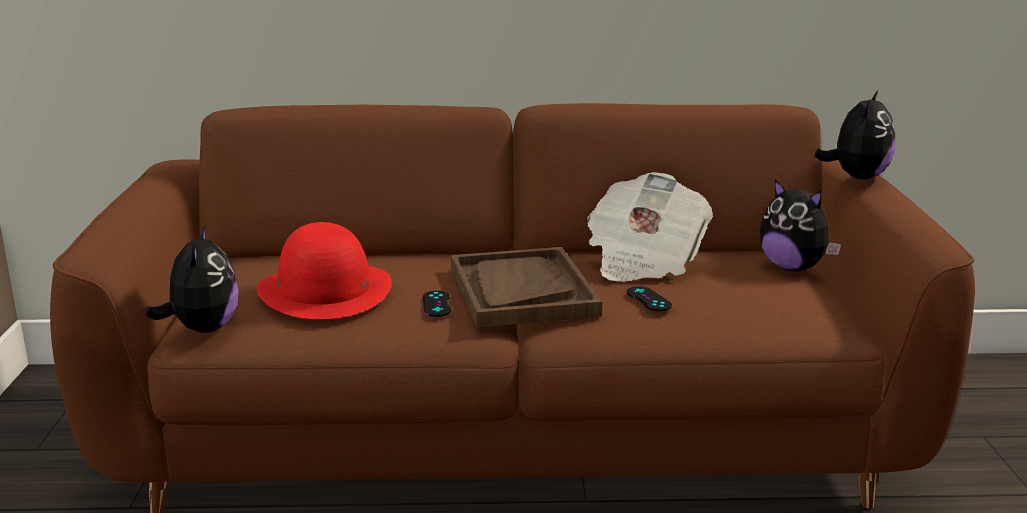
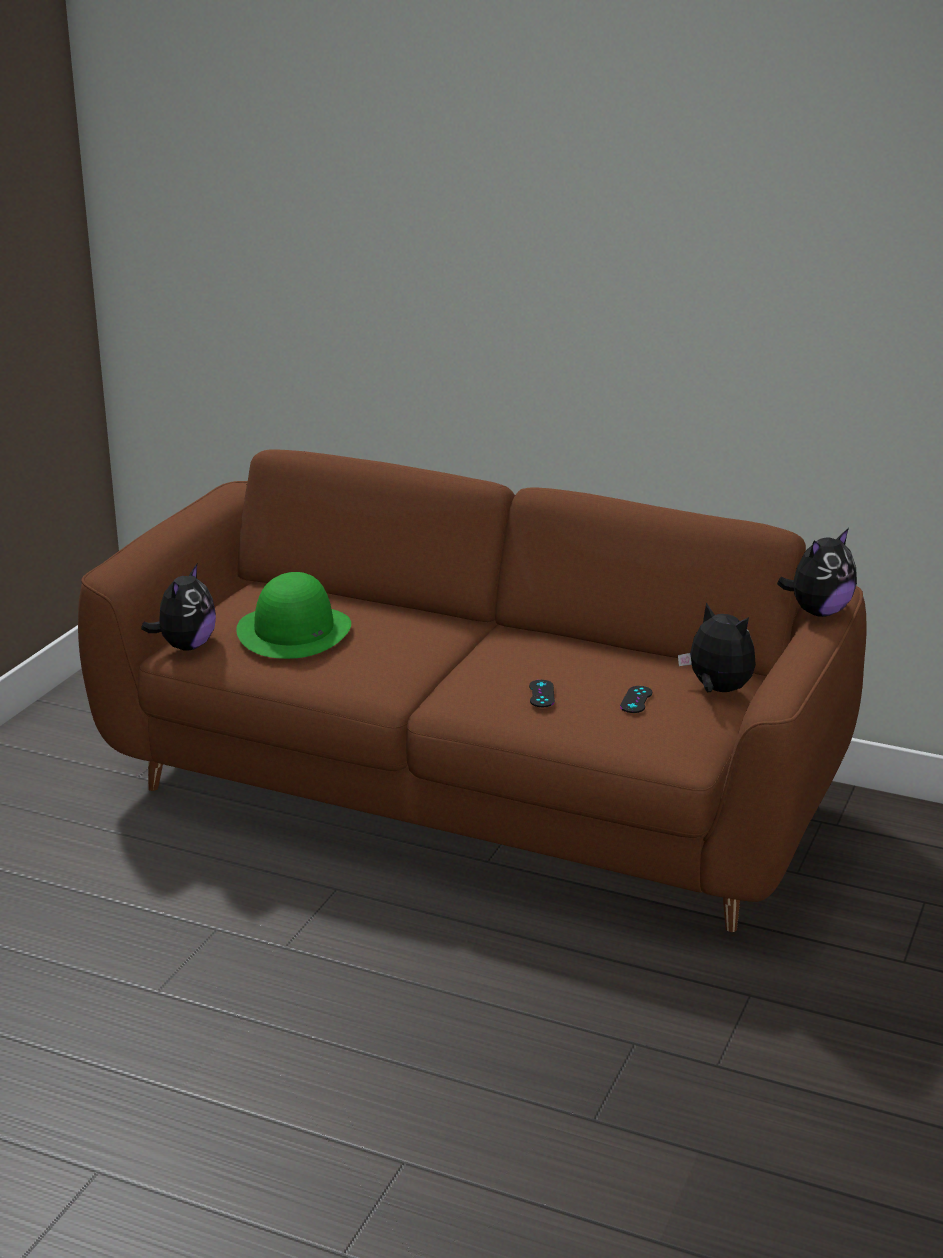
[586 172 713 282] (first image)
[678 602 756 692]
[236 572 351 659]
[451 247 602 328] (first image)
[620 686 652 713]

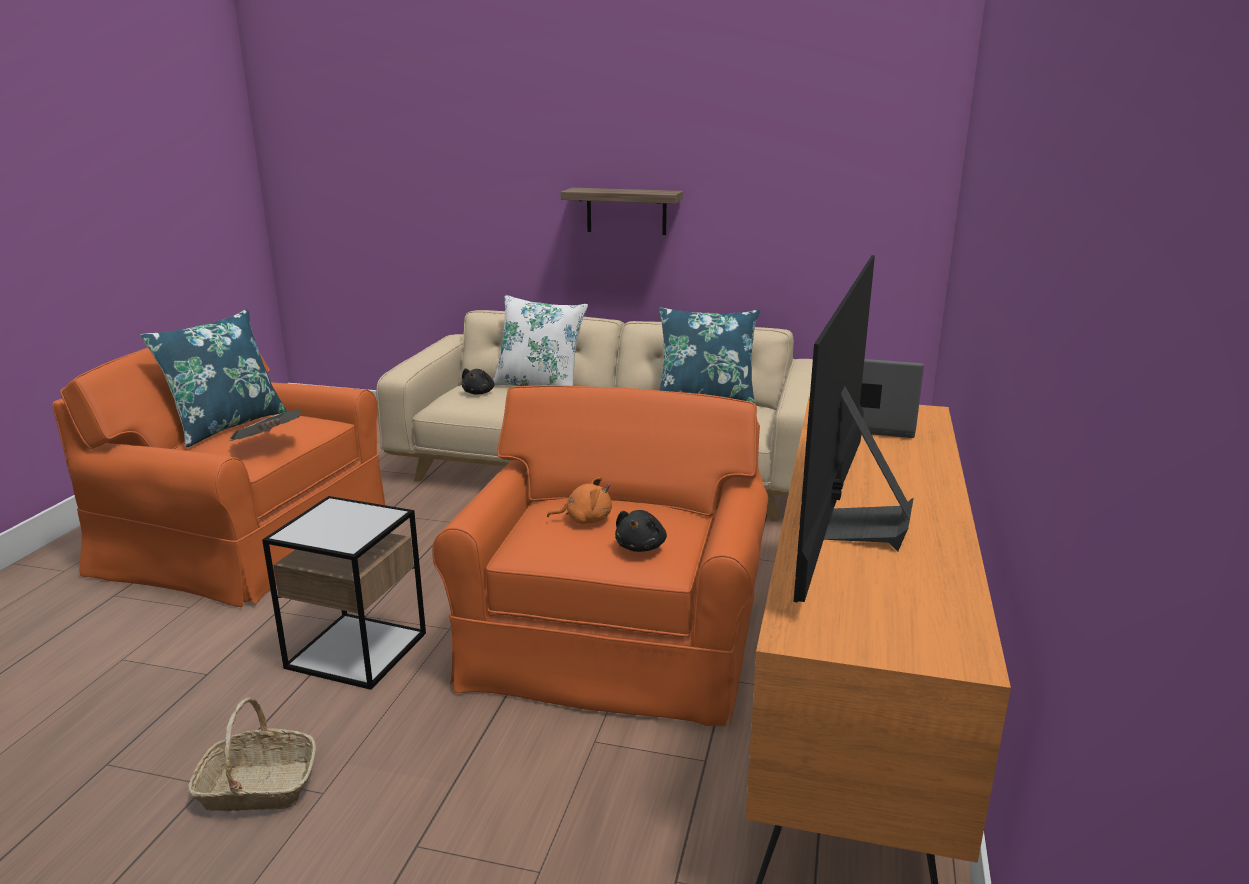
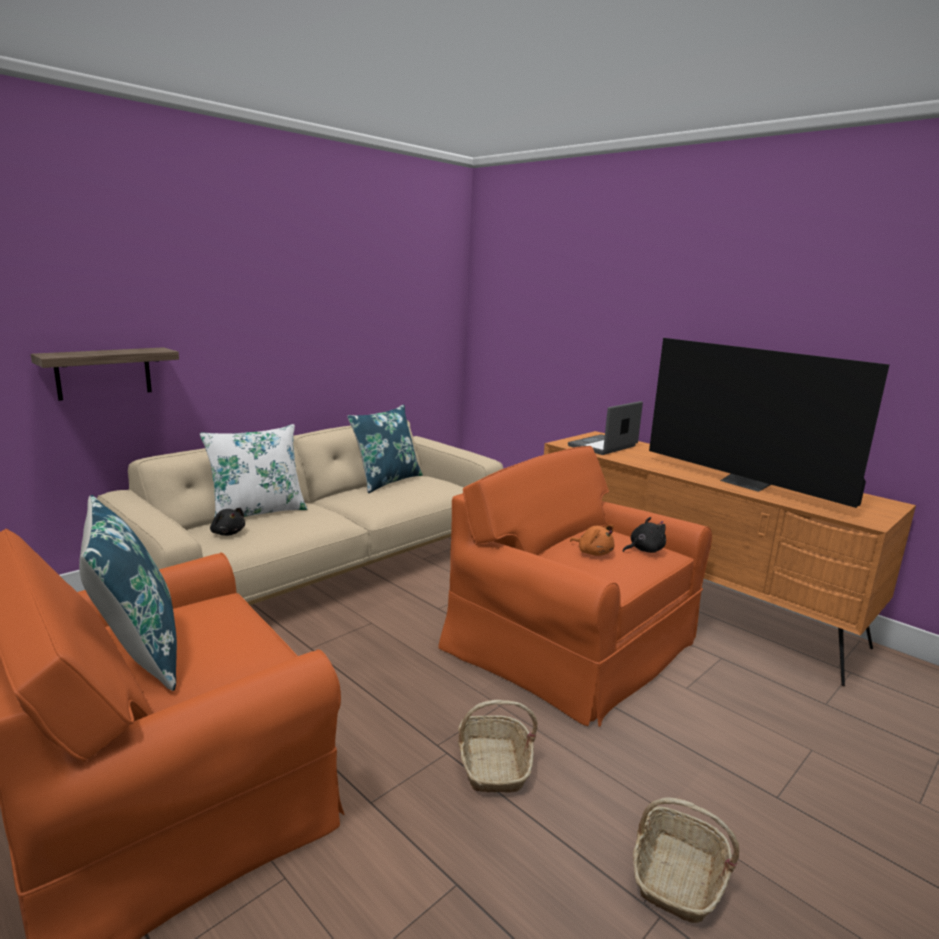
[31 347 179 401]
[230 410 302 441] (first image)
[570 525 615 556]
[458 700 538 793]
[623 517 666 553]

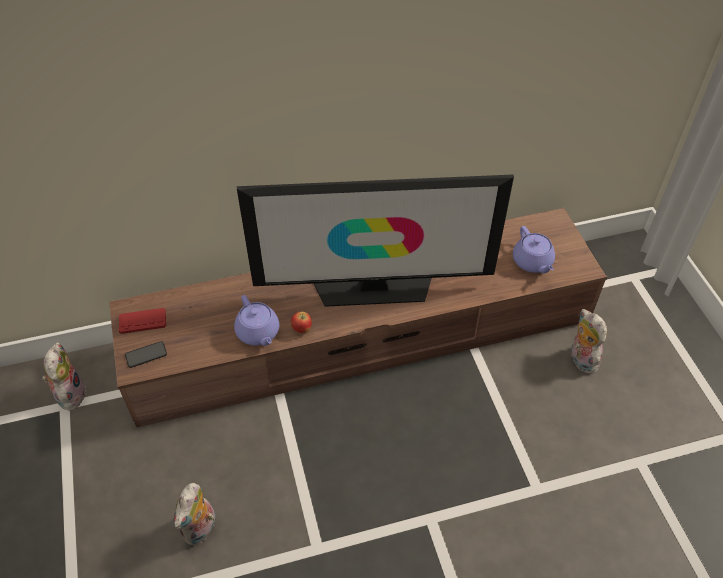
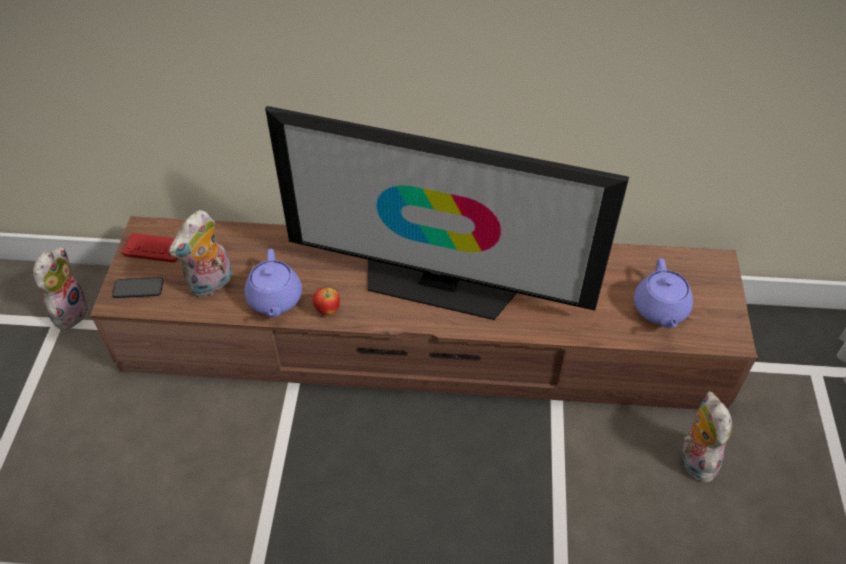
[169 210 232 297]

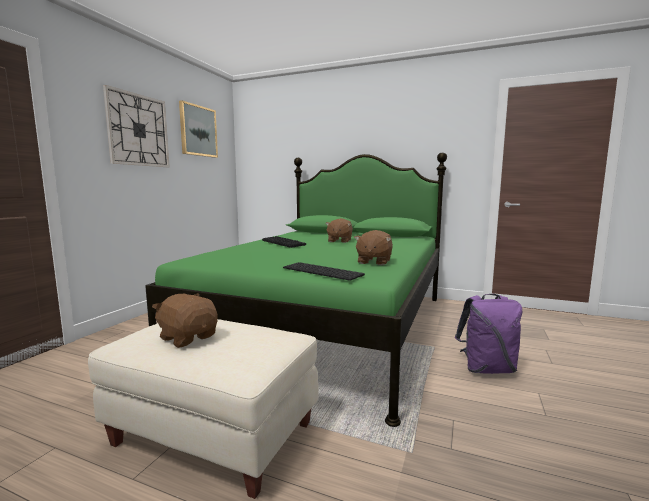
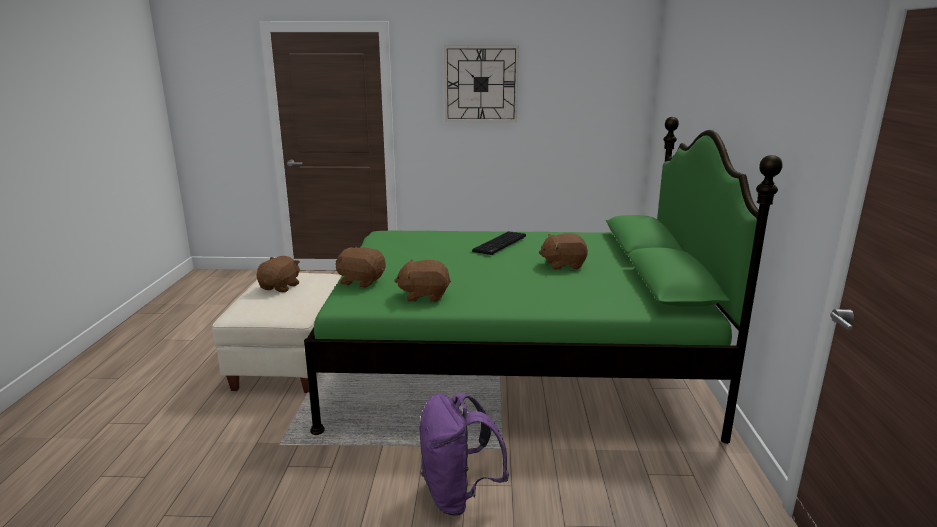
[179 100 218 158] (first image)
[335 247 386 288]

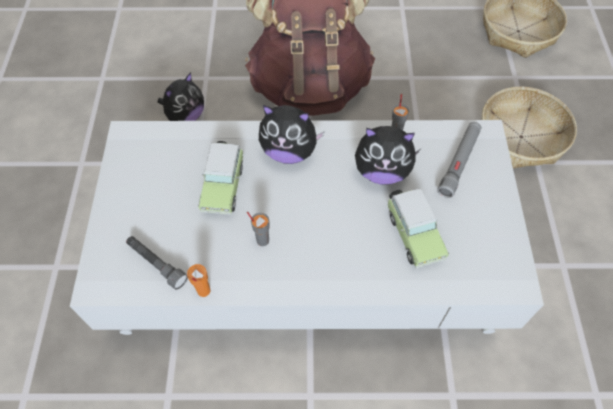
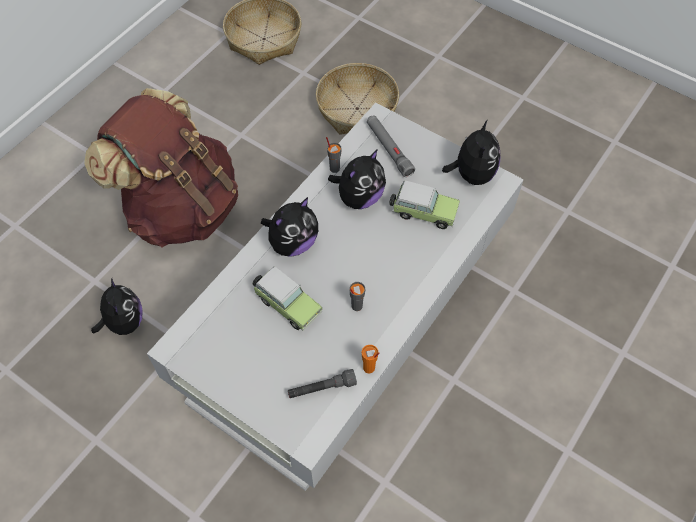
[442 121 501 185]

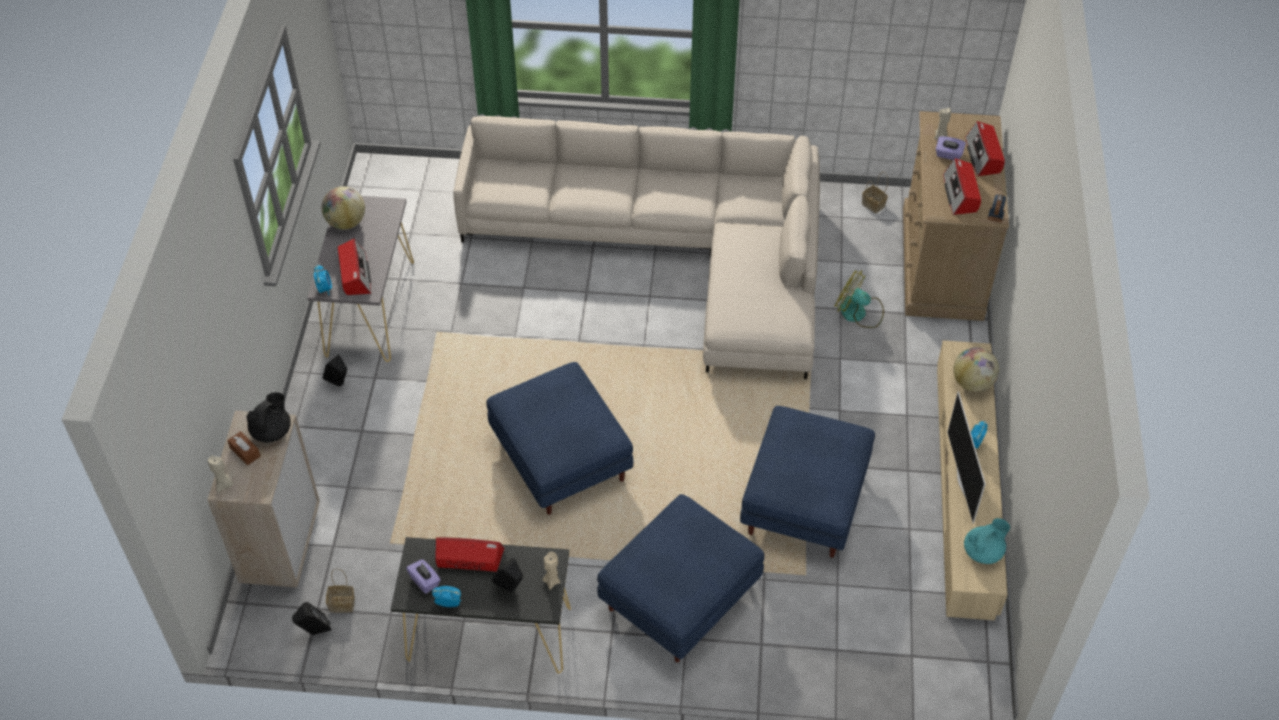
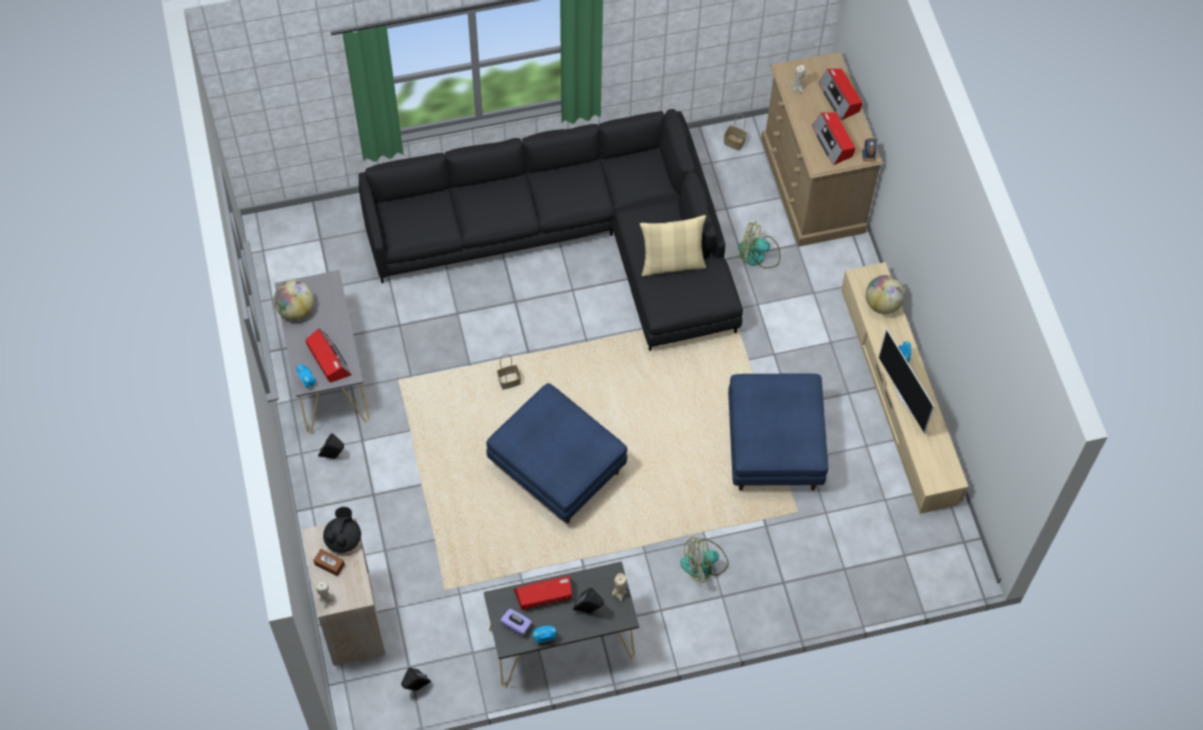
[358 109 743 351]
[936 136 966 160] (first image)
[680 537 729 583]
[964 518 1010 564] (first image)
[497 354 521 390]
[640 215 706 276]

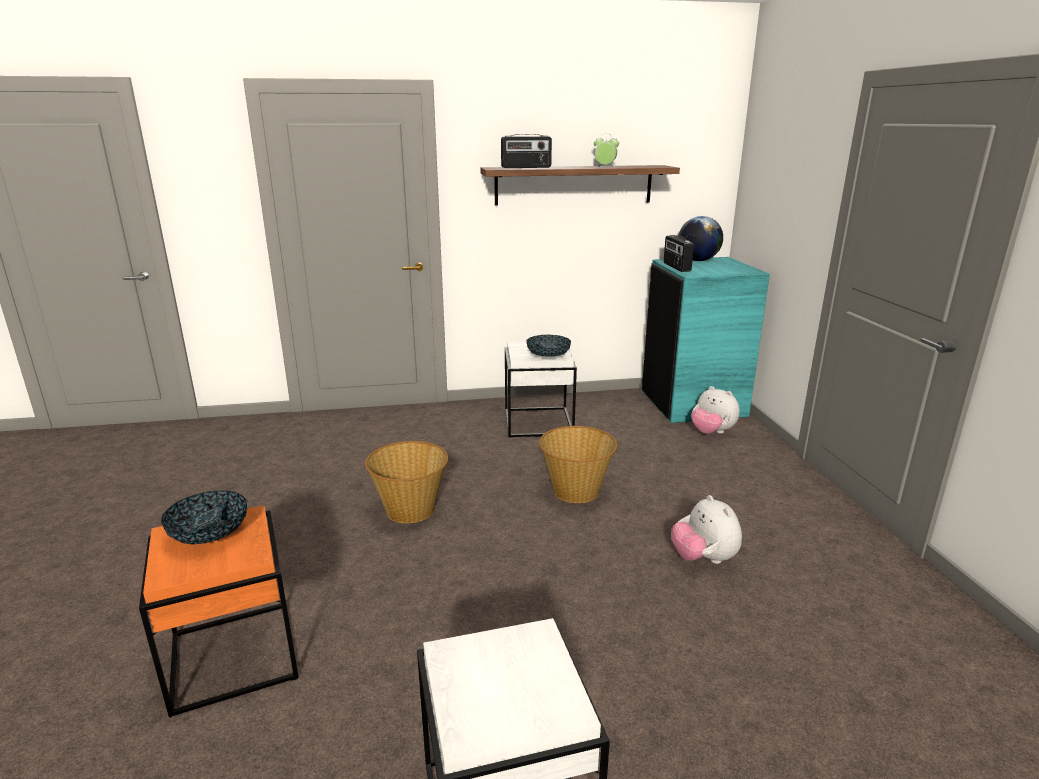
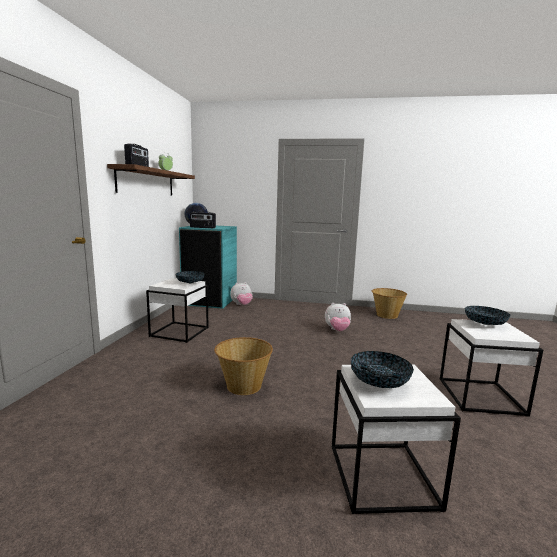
[372 288 407 319]
[332 365 461 514]
[465 306 510 325]

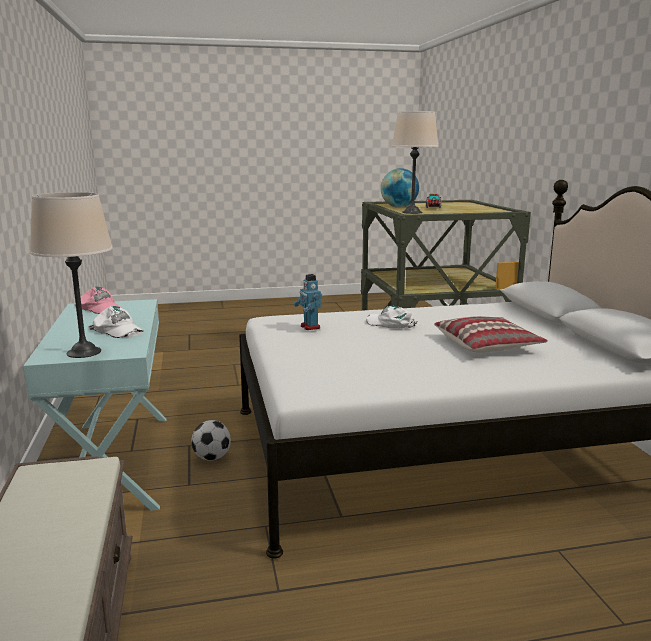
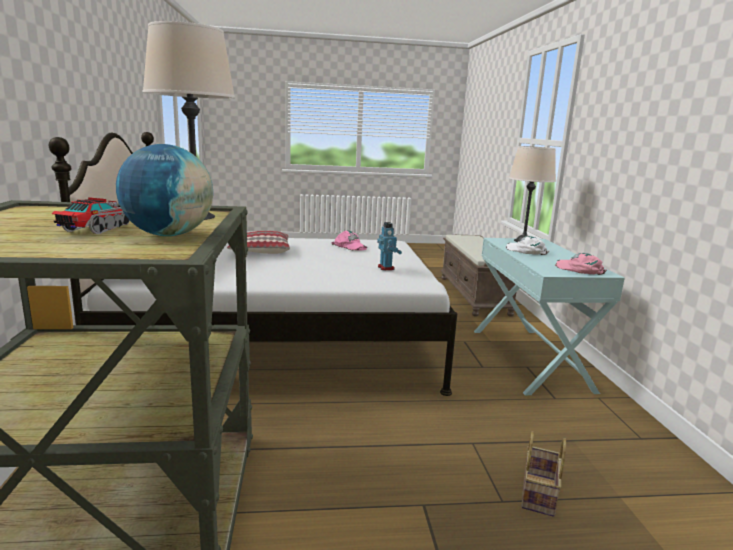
[366 306 418 328] (first image)
[191 420 231 461] (first image)
[331 231 367 251]
[521 431 566 517]

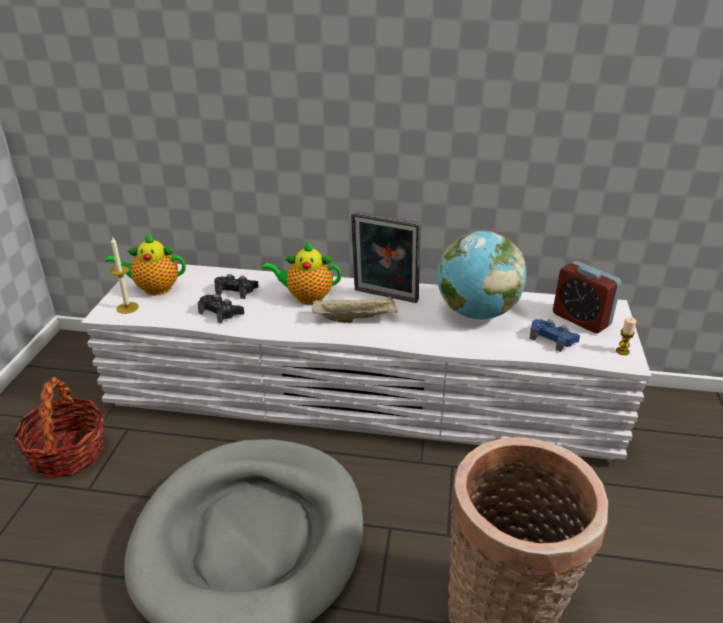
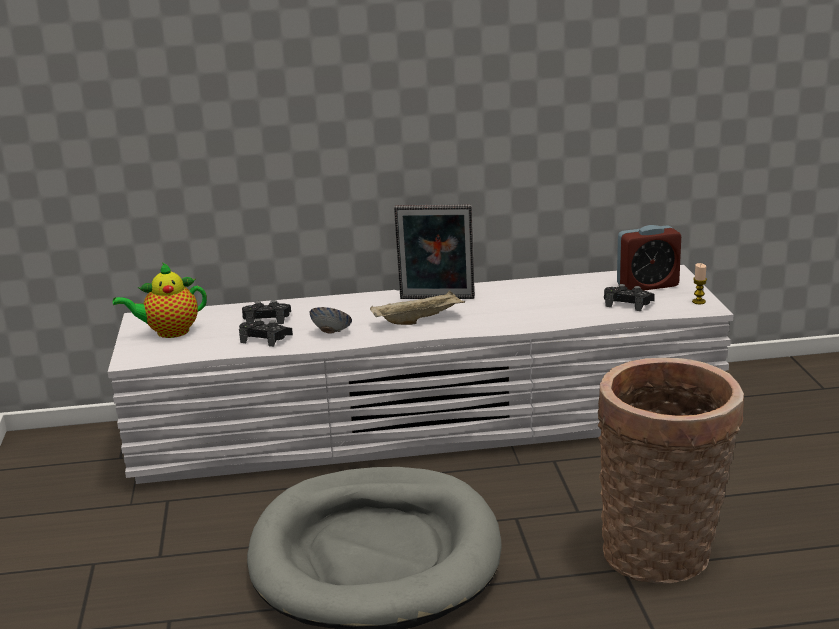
[437 231 526 319] (first image)
[110 236 139 314] (first image)
[262 241 342 305] (first image)
[617 225 681 291]
[604 284 655 311]
[13 377 105 478] (first image)
[310 307 352 334]

